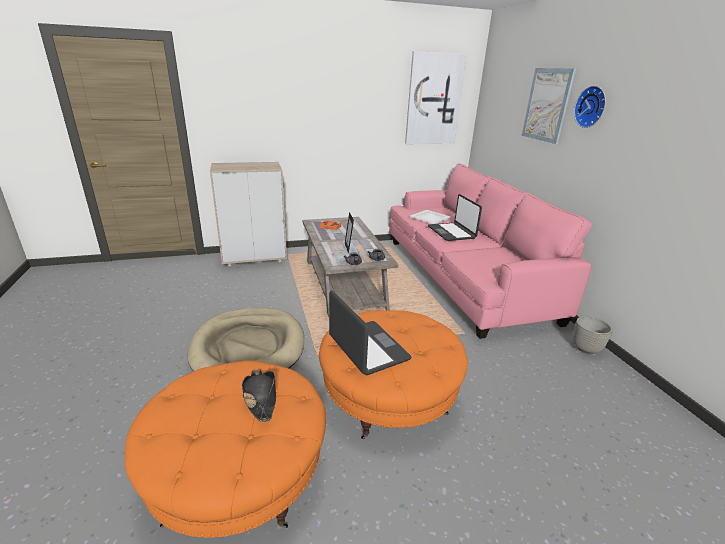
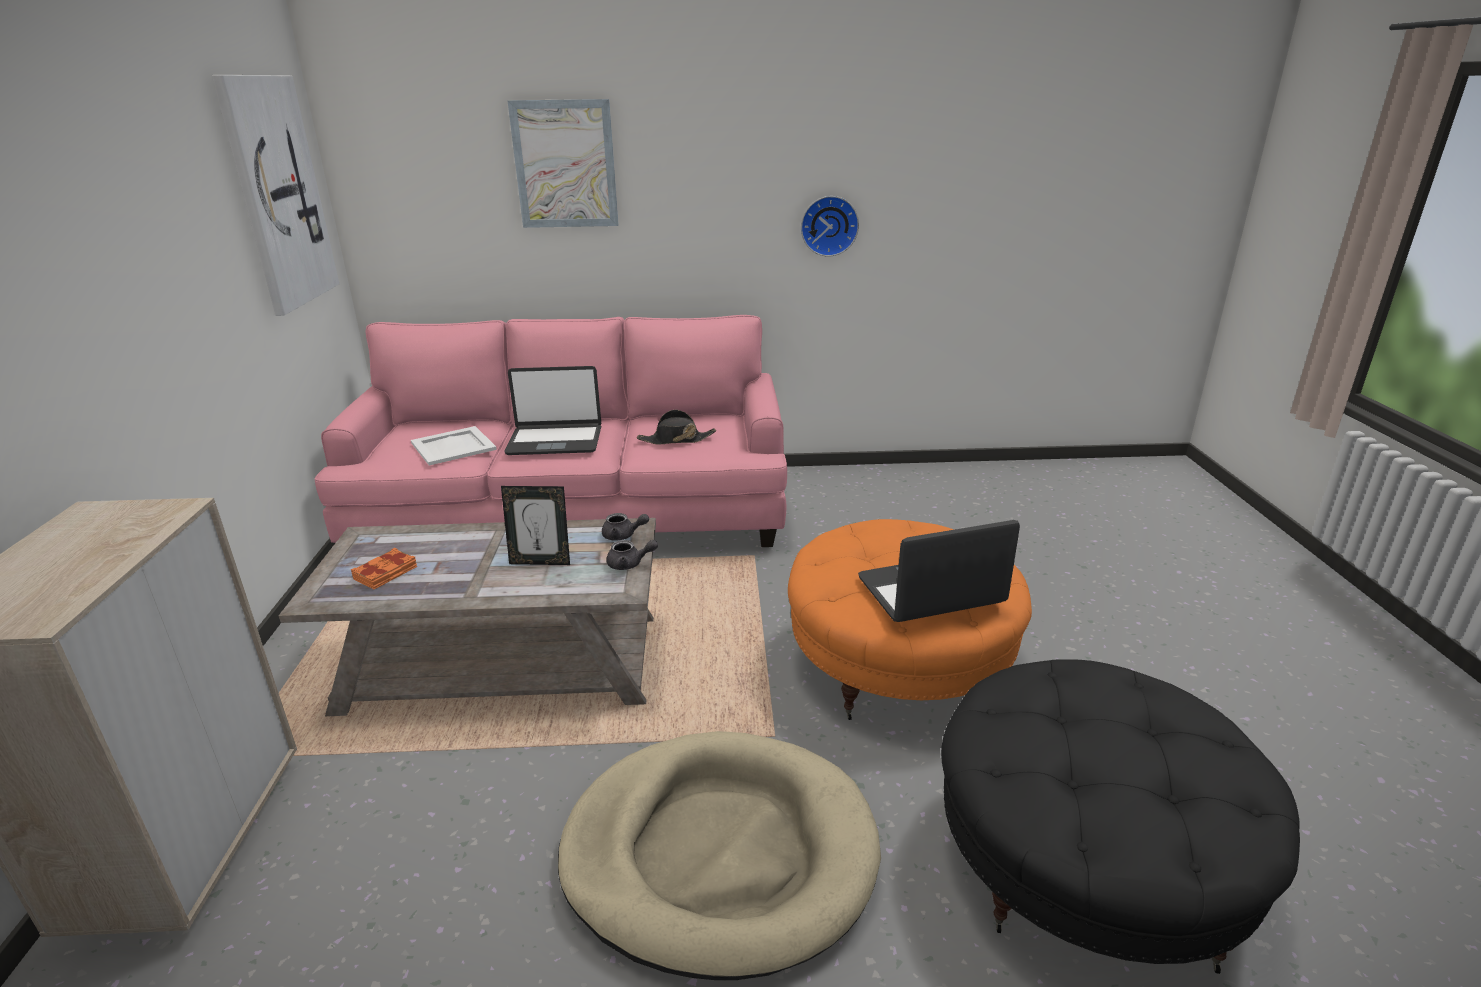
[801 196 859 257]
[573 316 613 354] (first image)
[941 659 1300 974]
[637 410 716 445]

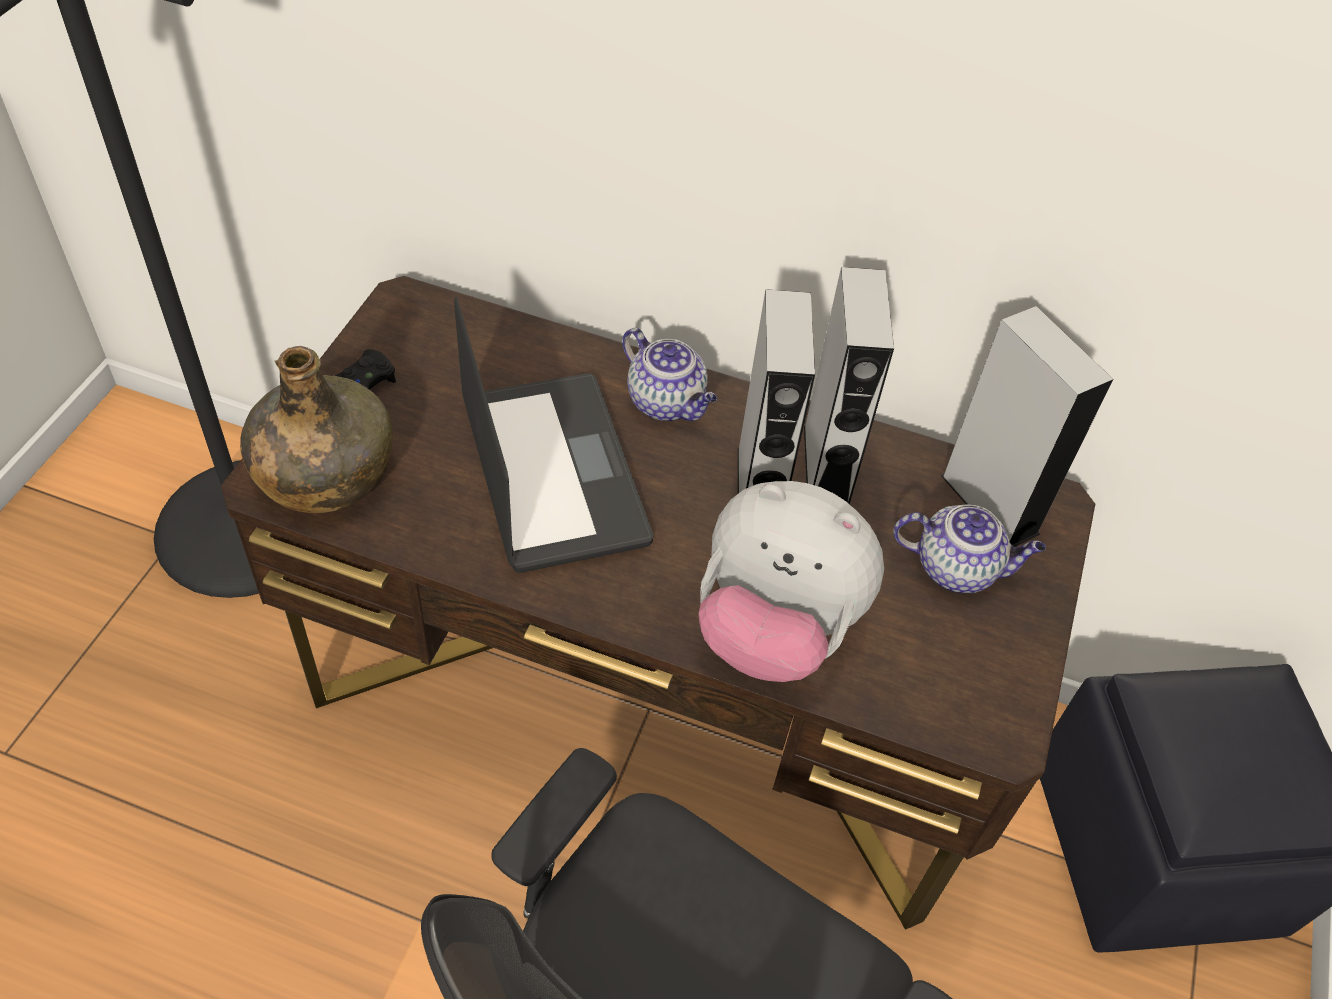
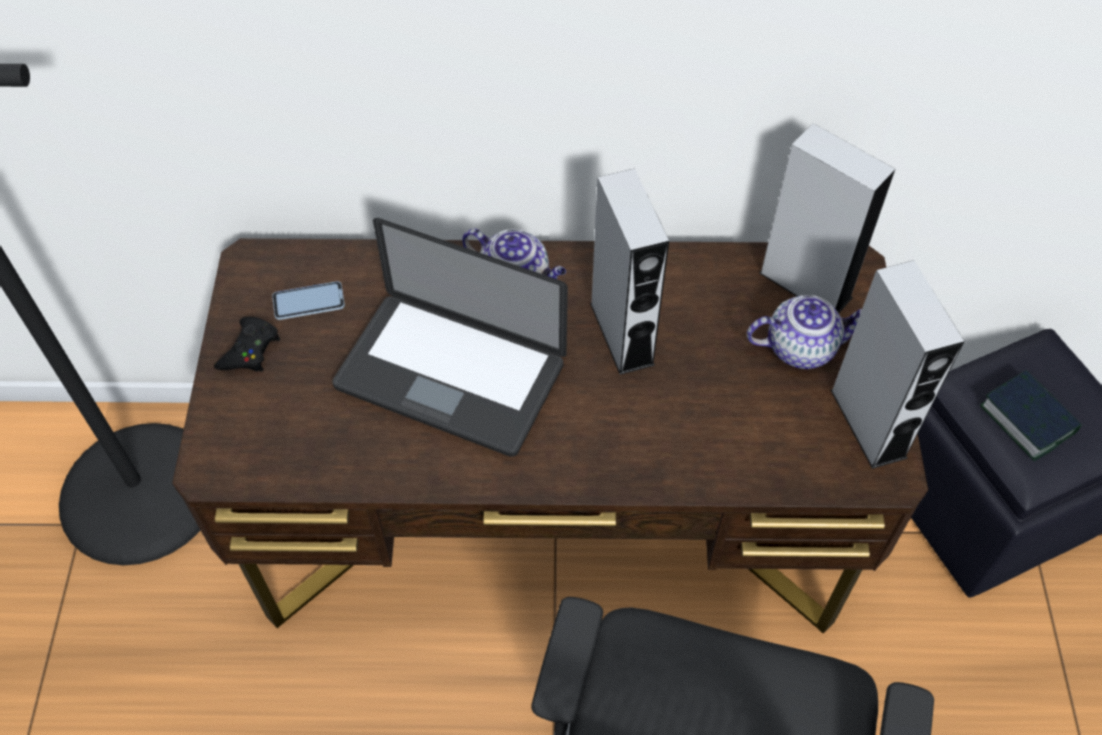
[831 260 965 469]
[332 218 568 457]
[240 346 393 513] (first image)
[699 481 884 682] (first image)
[272 282 345 320]
[980 370 1082 461]

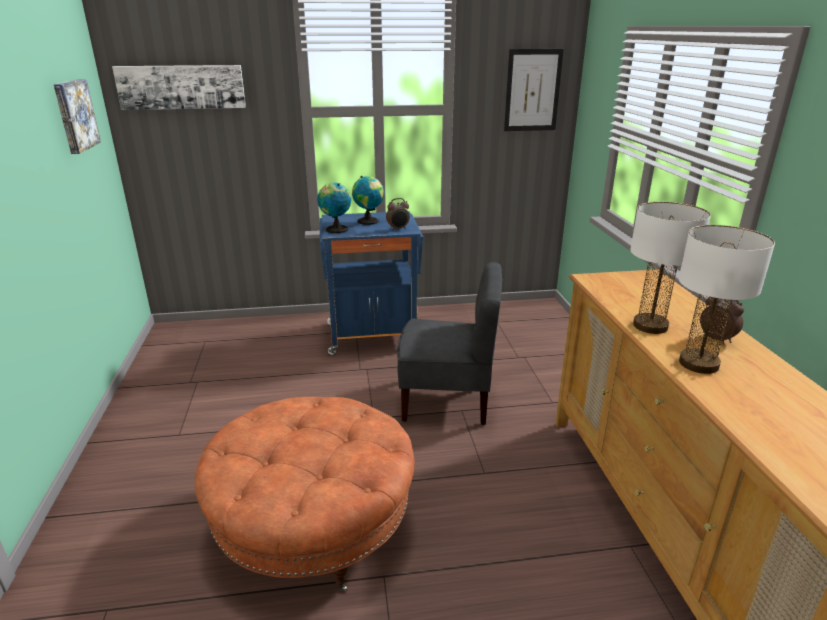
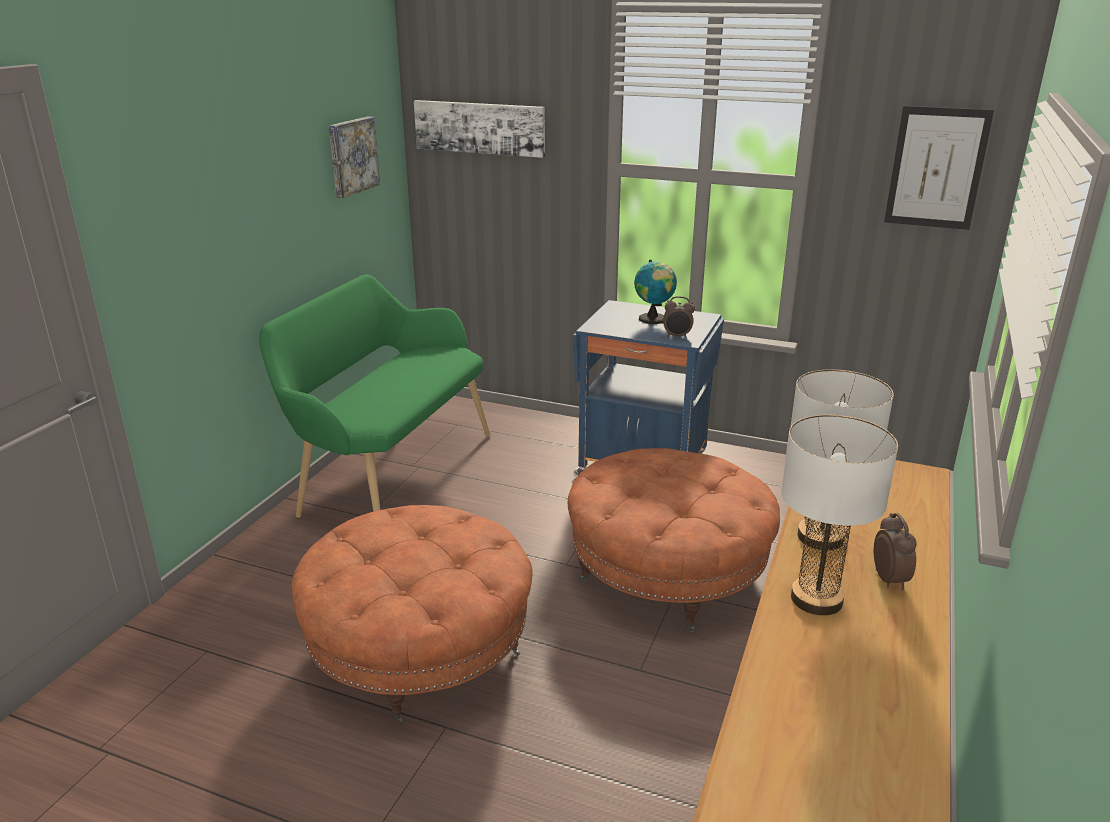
[317 182 351 233] (first image)
[568 448 780 632]
[259 275 491 518]

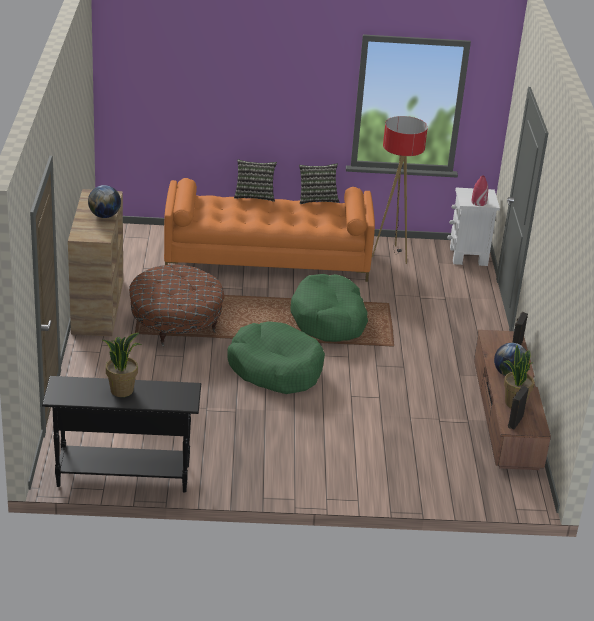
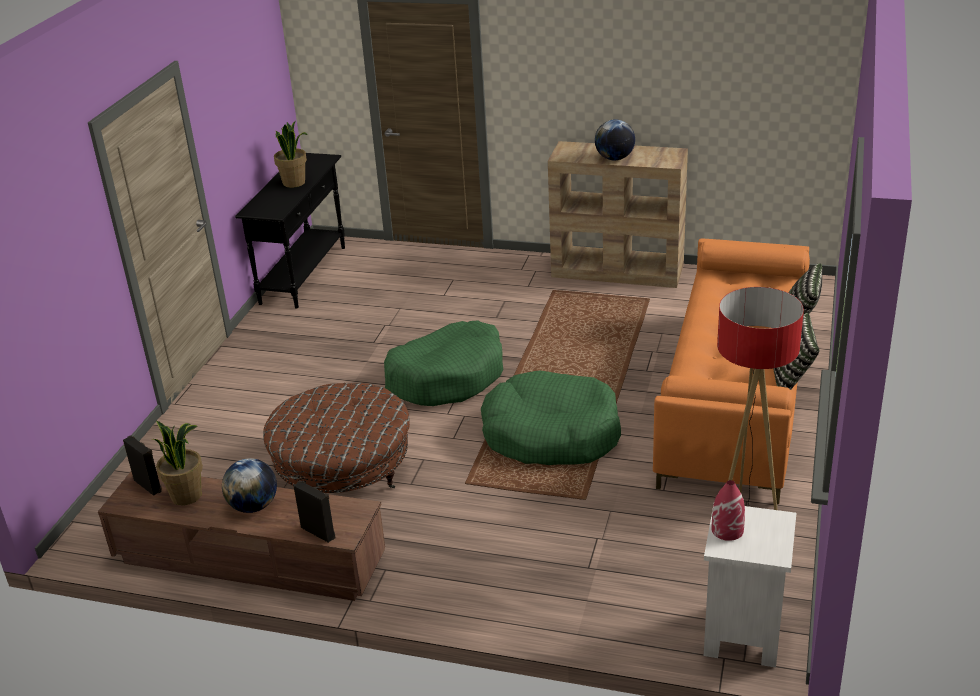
[263 383 410 493]

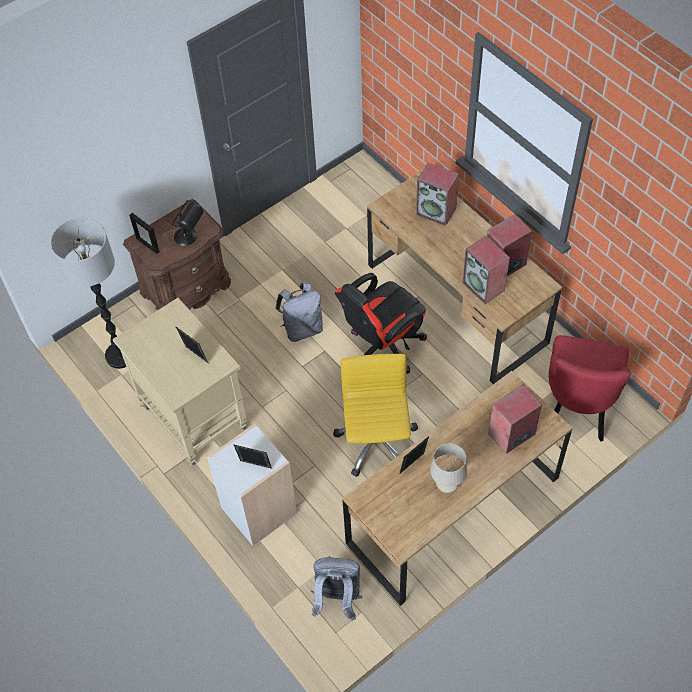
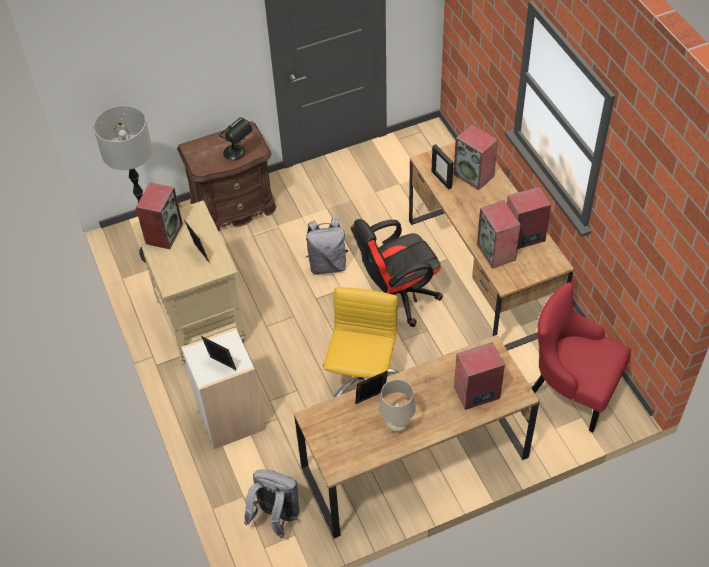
[432 144 454 189]
[532 282 631 432]
[136 182 183 249]

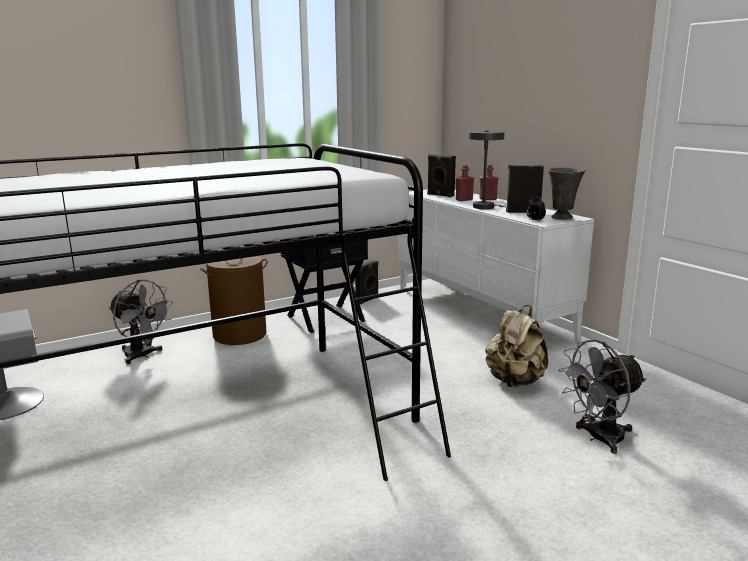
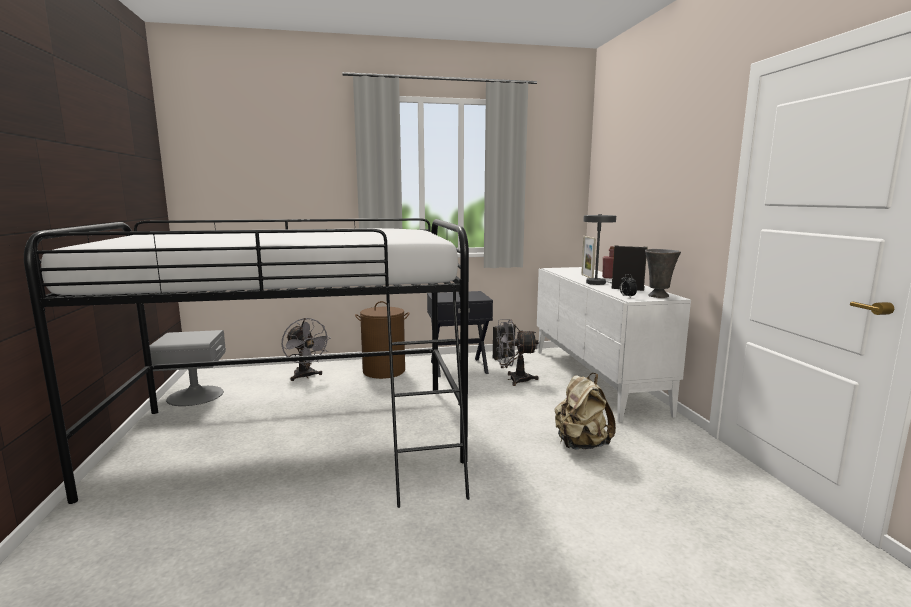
[427 154 456 197] (first image)
[581 236 596 278]
[496 319 539 386]

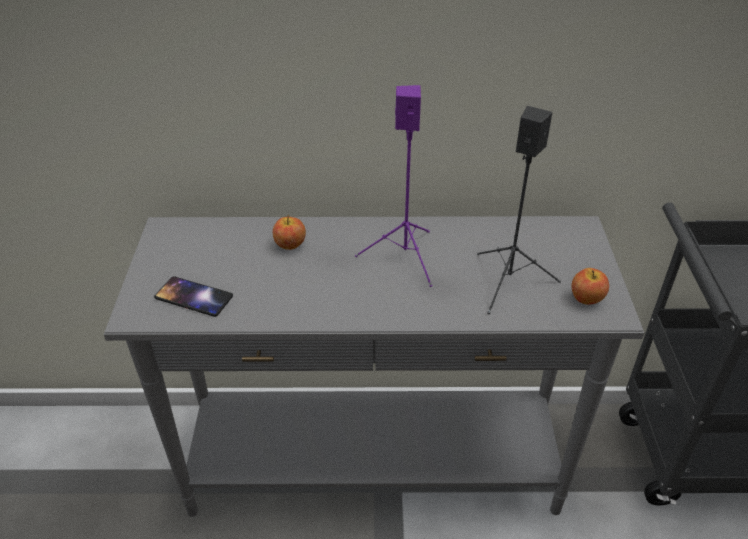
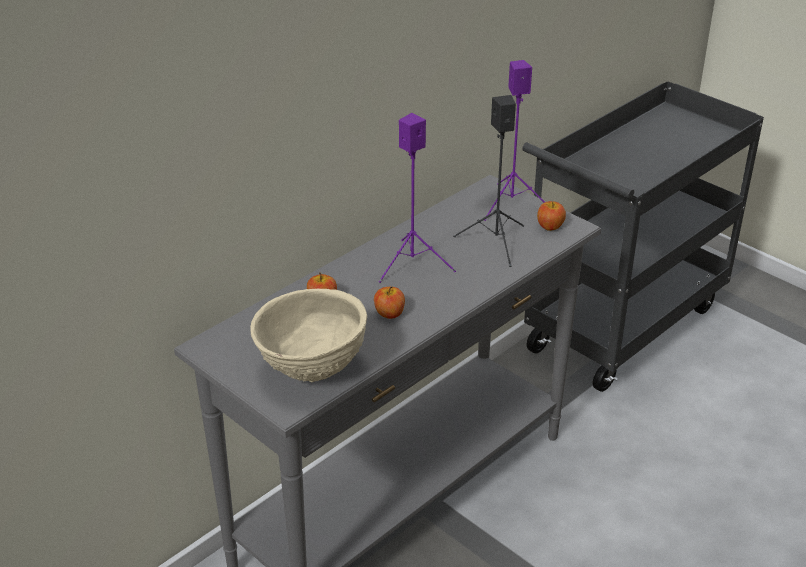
[250 289 367 382]
[484 60 545 221]
[374 287 405 319]

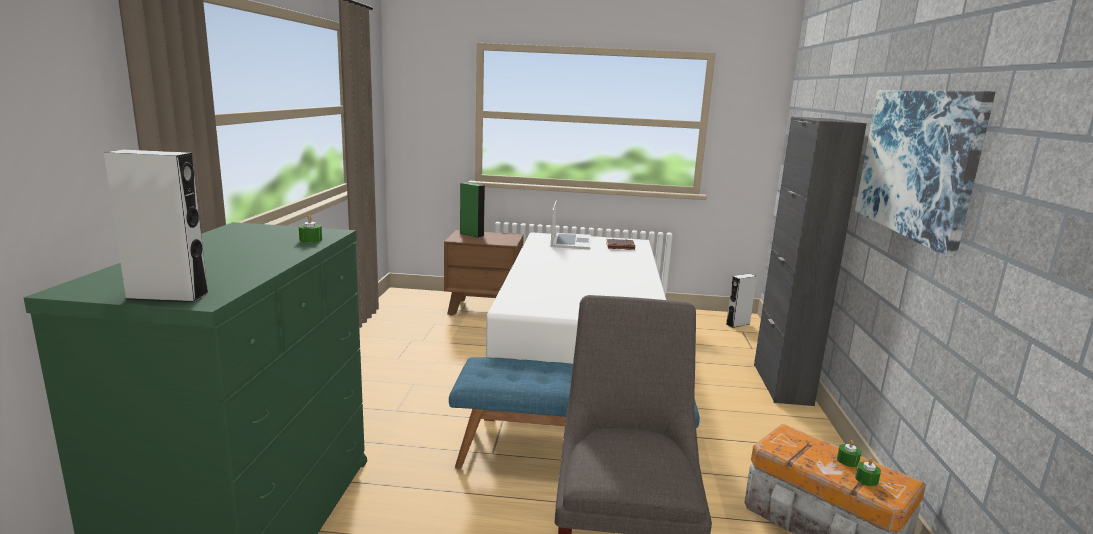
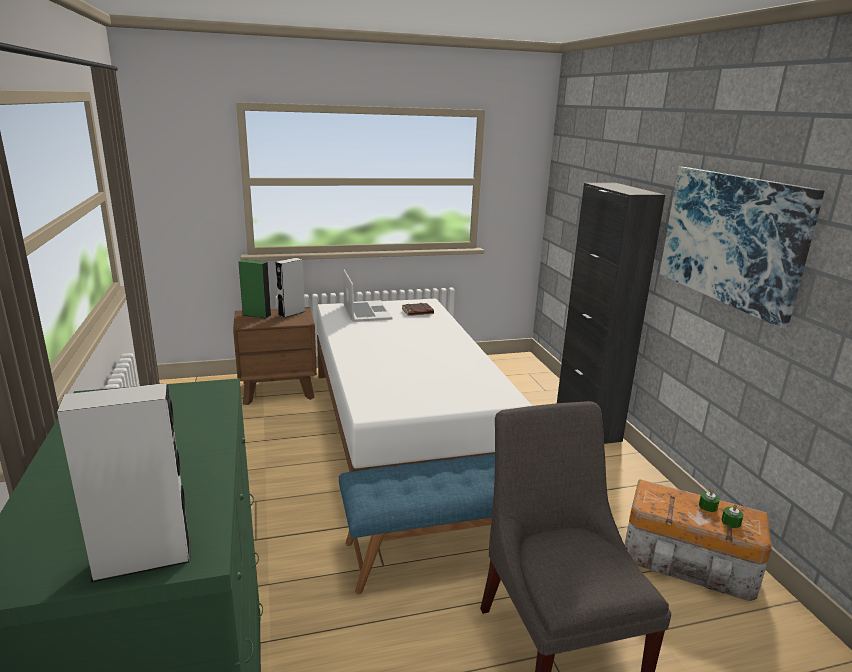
[299 215 322 243] (first image)
[275 258 305 318]

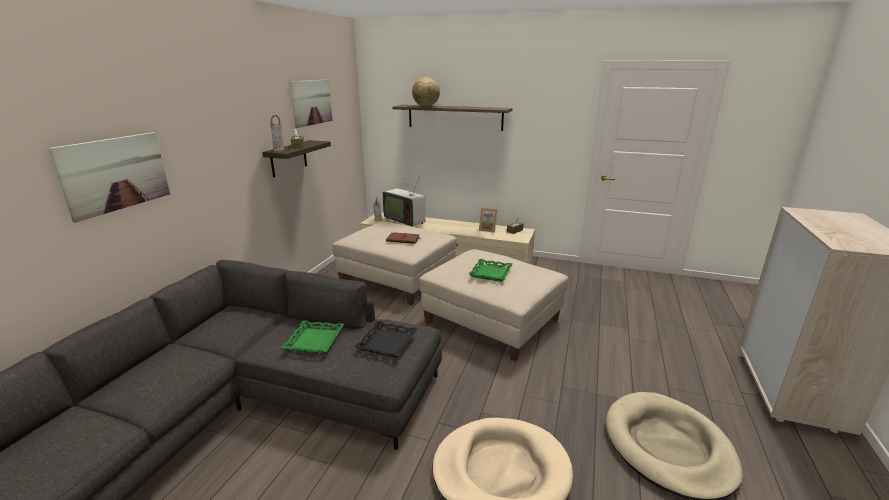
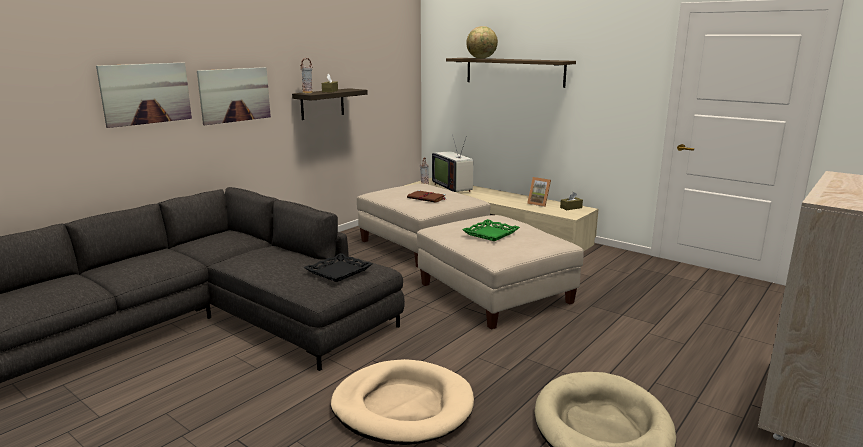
[197 67 271 125]
[281 320 344 354] (first image)

